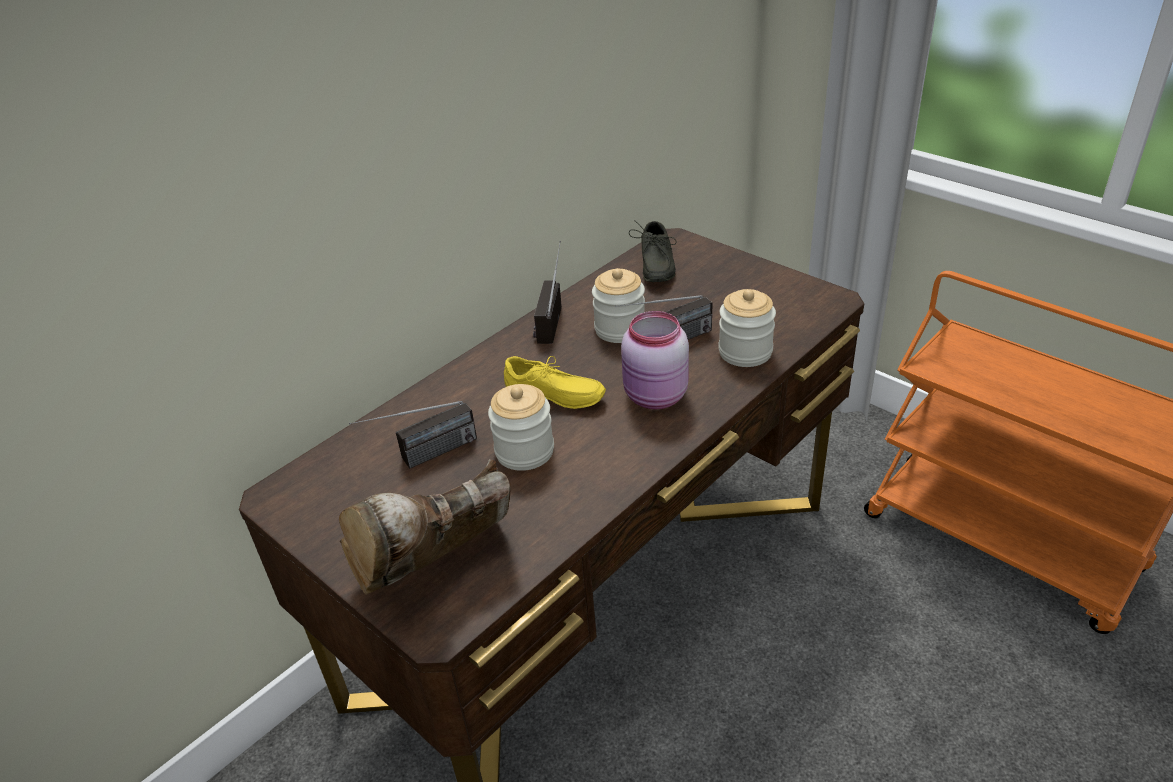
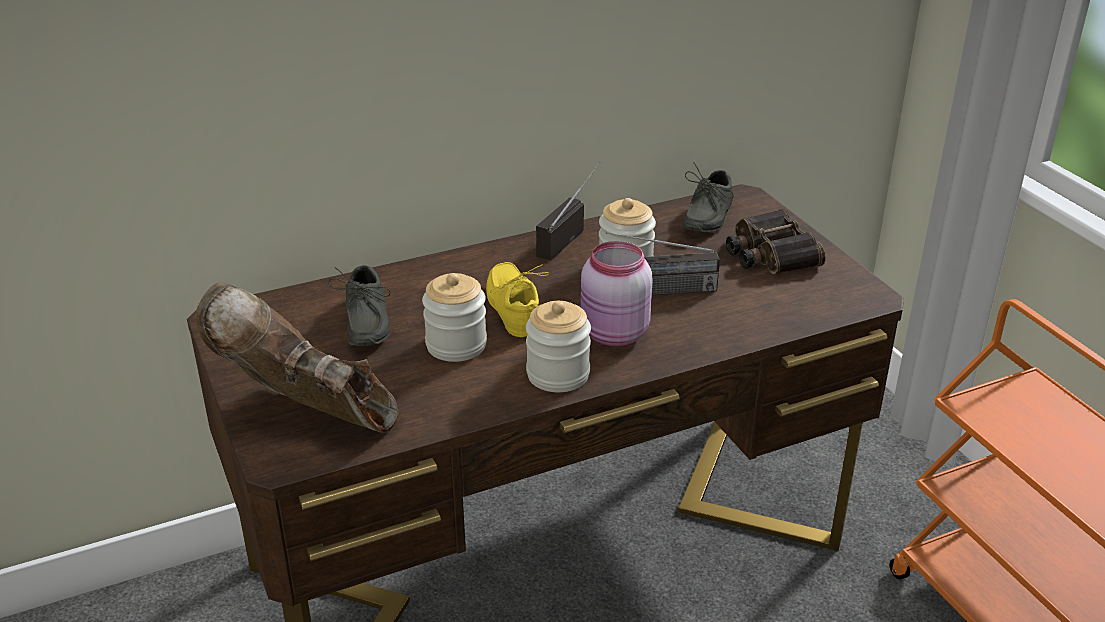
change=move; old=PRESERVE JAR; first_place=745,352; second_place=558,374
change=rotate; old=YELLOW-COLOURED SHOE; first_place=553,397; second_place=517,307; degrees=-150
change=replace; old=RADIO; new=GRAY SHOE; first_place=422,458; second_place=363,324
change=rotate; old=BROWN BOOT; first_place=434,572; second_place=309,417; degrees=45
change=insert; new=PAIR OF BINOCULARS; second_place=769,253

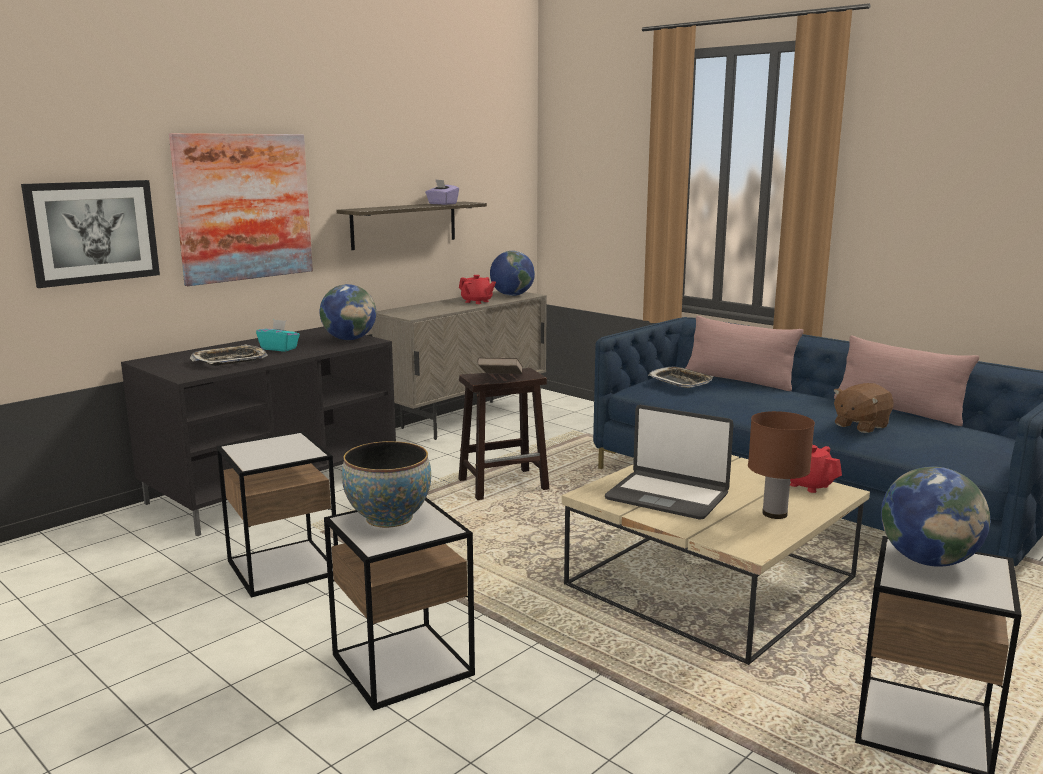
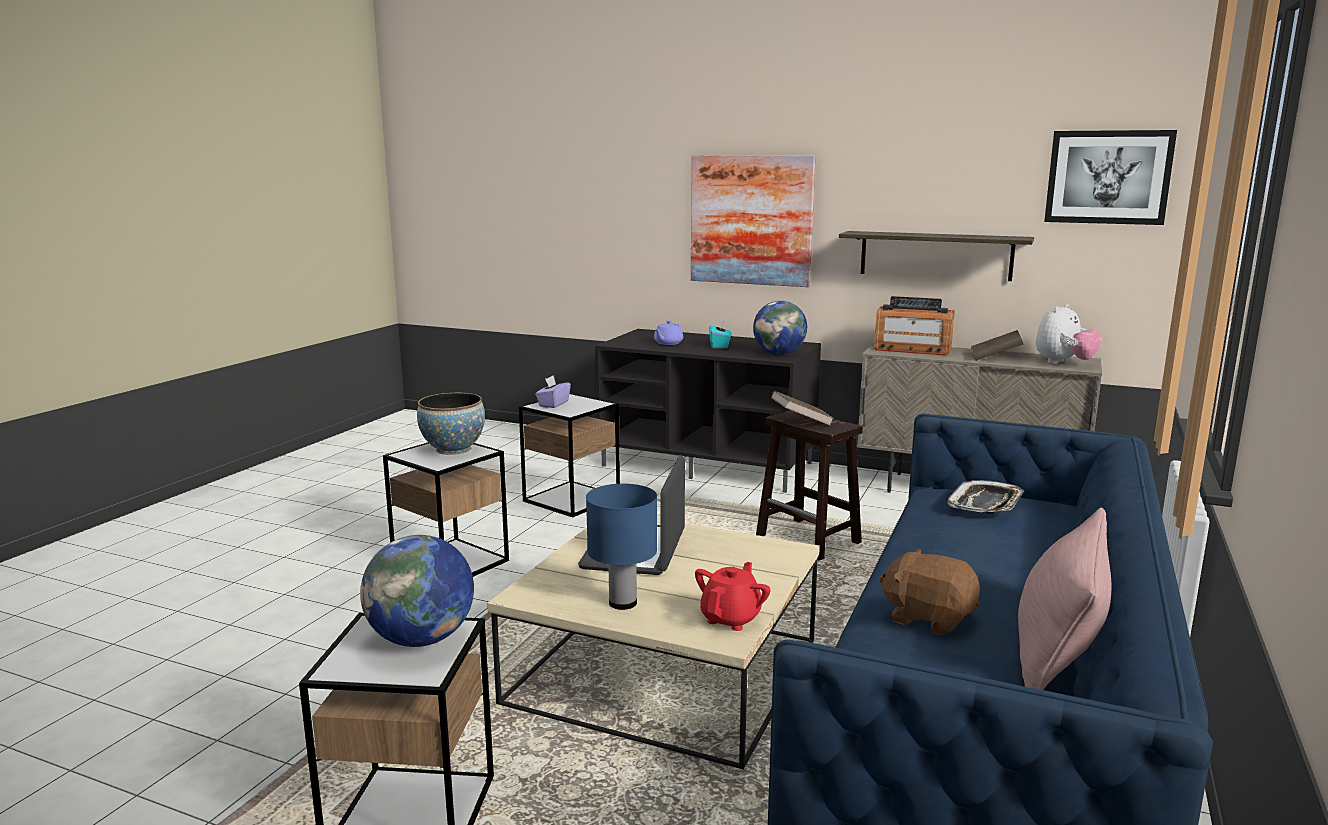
change=move; old=PURPLISH TISSUE HOLDER; first_place=442,204; second_place=553,404
change=move; old=PICTURE; first_place=93,232; second_place=1108,177
change=replace; old=DESK GLOBE; new=CUDDLY TOY; first_place=512,295; second_place=1063,363
change=replace; old=REDDISH TEA POT; new=BROWN BOOK; first_place=477,302; second_place=995,358
change=delete; old=PINKISH PILLOW; first_place=739,380
change=replace; old=TRAY; new=PURPLISH TEA POT; first_place=230,360; second_place=668,343
change=recolor; old=BROWN LAMP FOR A TABLE; new=BLUISH LAMP FOR A TABLE; first_place=774,514; second_place=622,602
change=insert; new=RADIO; second_place=912,349

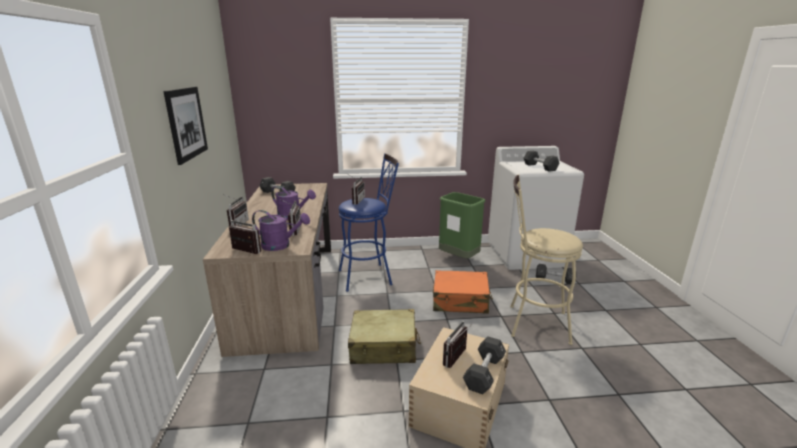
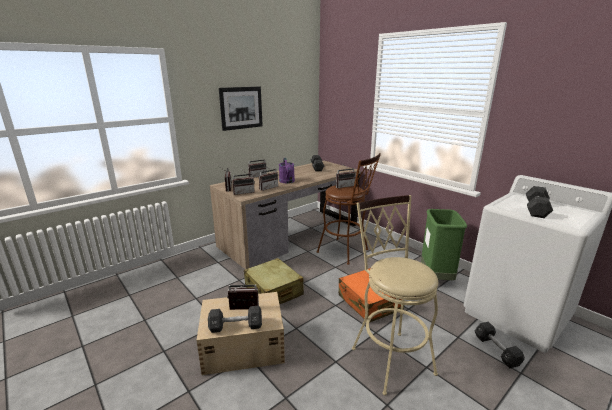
change=recolor; old=BLUISH STOOL; new=BROWN STOOL; first_place=370,276; second_place=346,252
change=replace; old=PURPLISH SPRINKLING CAN; new=RADIO; first_place=281,246; second_place=243,192

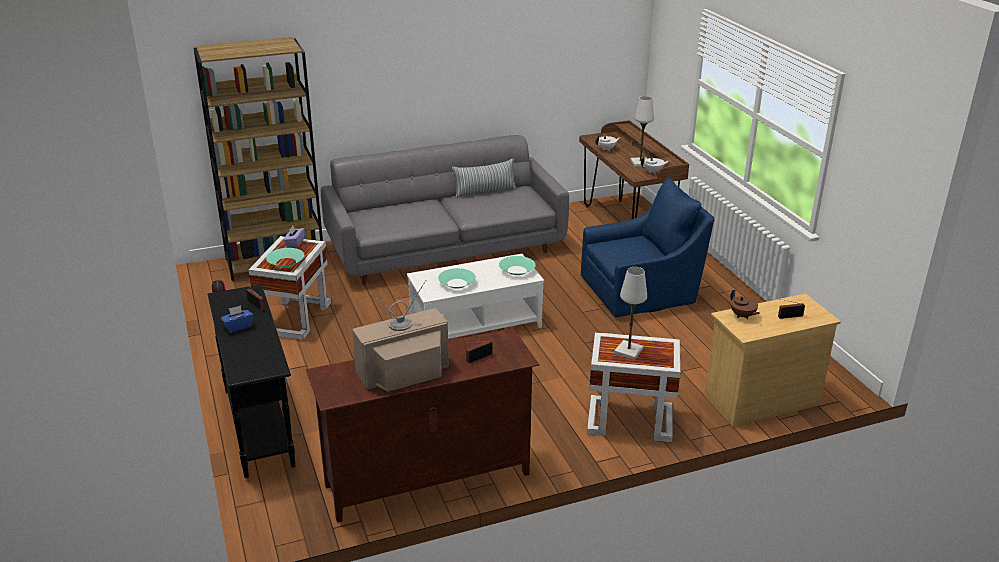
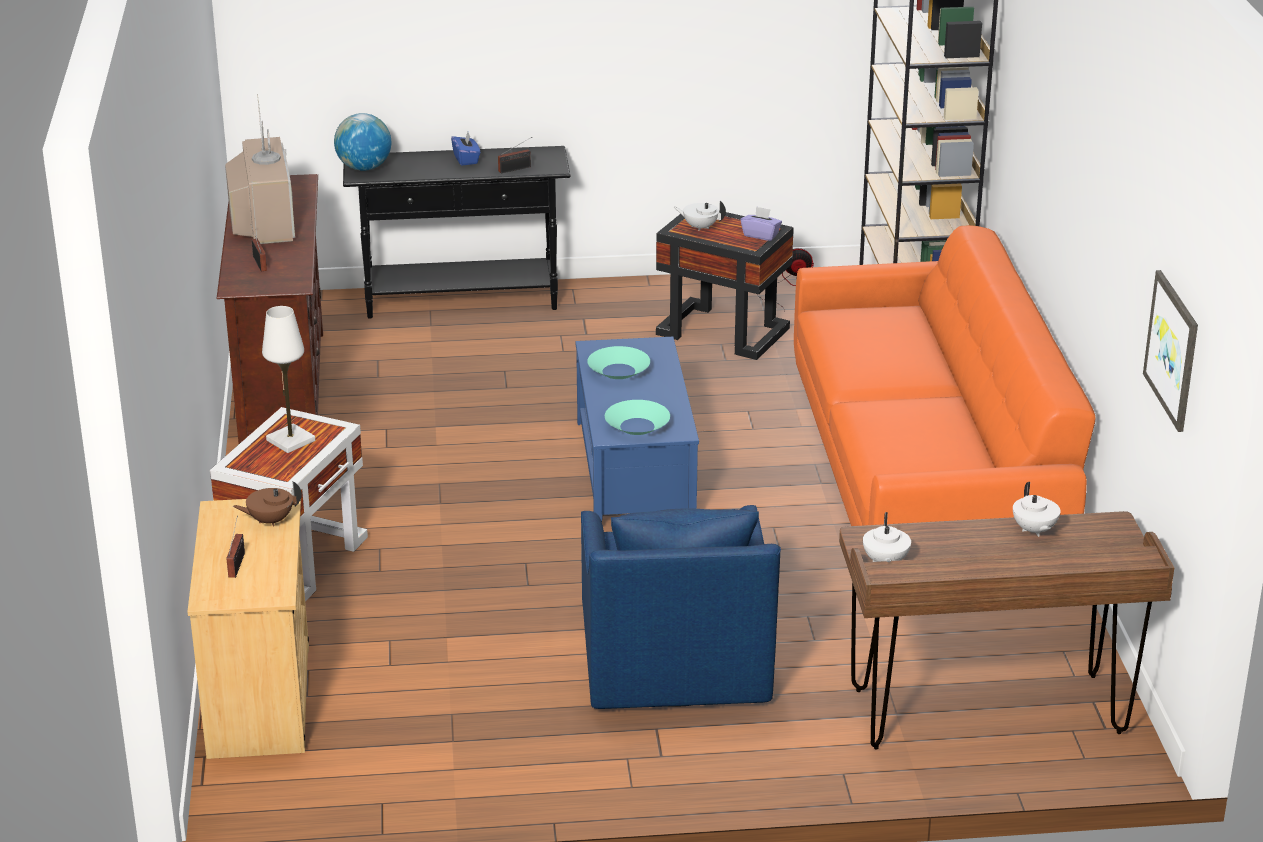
change=delete; old=WHITE LAMP FOR A TABLE; first_place=640,163
change=recolor; old=GRAY SETTEE; new=ORANGEY SETTEE; first_place=445,247; second_place=925,476
change=delete; old=PILLOW; first_place=484,191
change=recolor; old=WHITE SIDE TABLE; new=BLACKISH SIDE TABLE; first_place=294,318; second_place=721,331
change=replace; old=BLUE-GREEN BOWL; new=WHITE TEA POT; first_place=285,262; second_place=700,227
change=recolor; old=WHITE LOUNGE TABLE; new=BLUISH LOUNGE TABLE; first_place=475,323; second_place=636,471
change=insert; new=DESK GLOBE; second_place=364,168
change=insert; new=PICTURE; second_place=1173,350

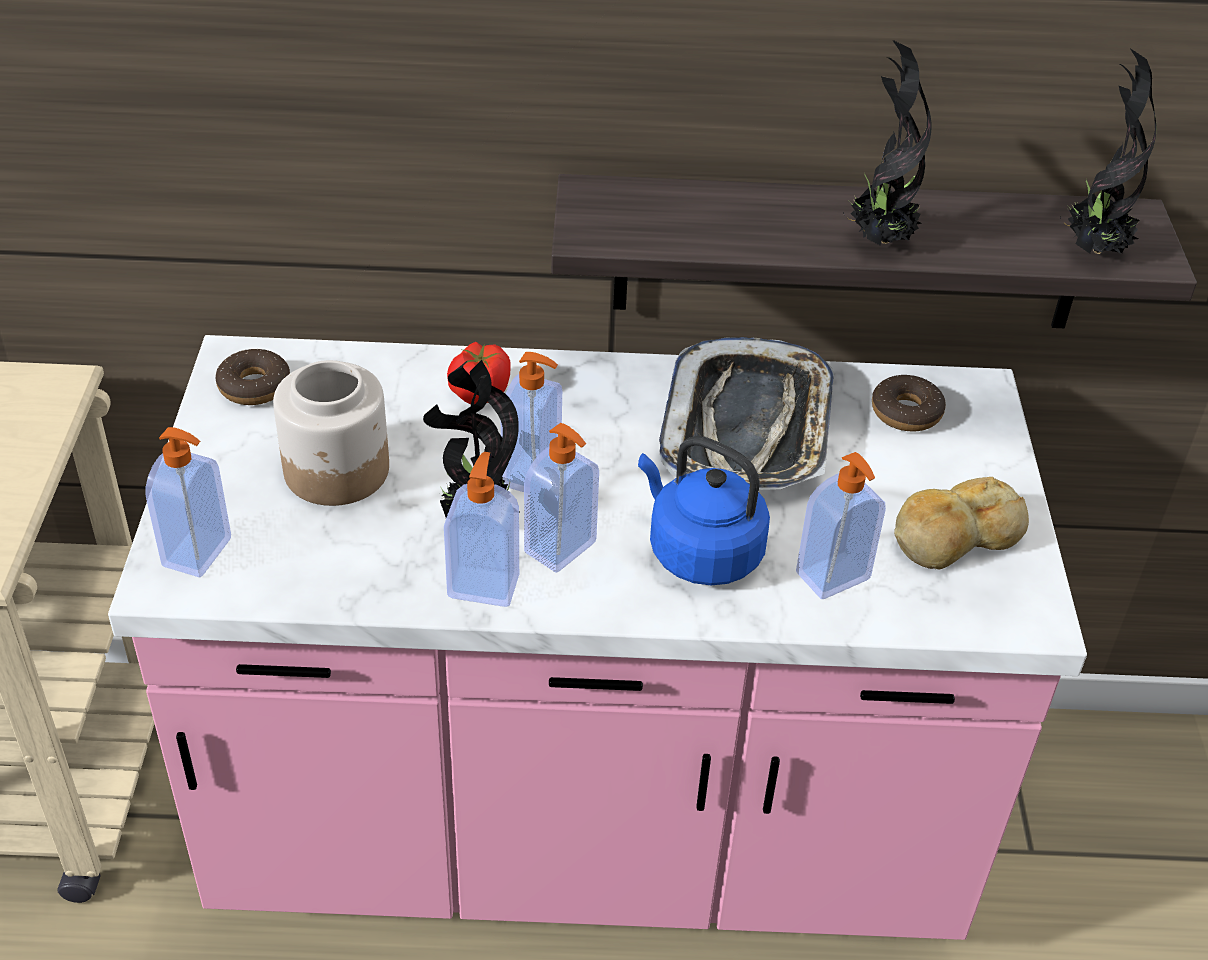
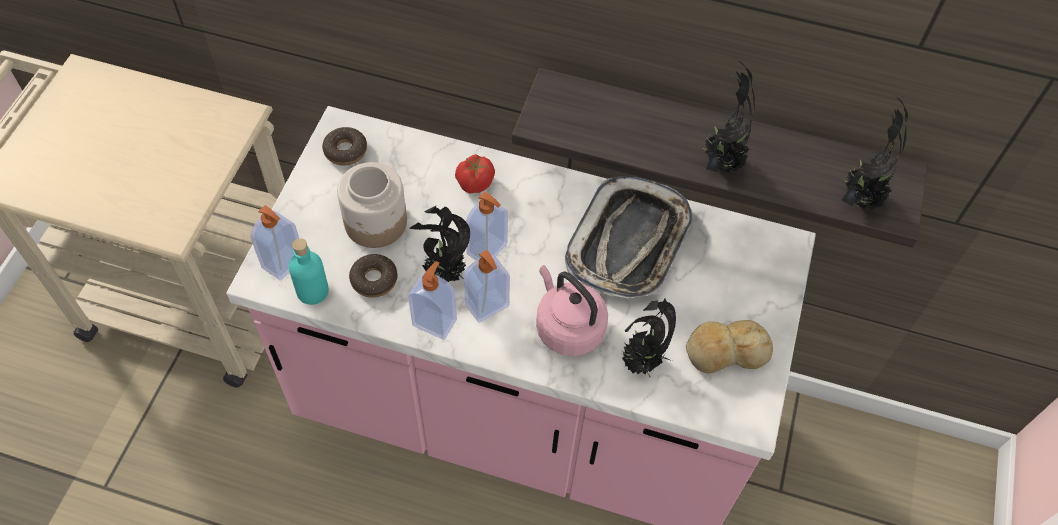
change=move; old=RING DOUGHNUT; first_place=906,412; second_place=374,279
change=recolor; old=BLUISH WATER KETTLE; new=PINKISH WATER KETTLE; first_place=700,552; second_place=567,327
change=replace; old=LIQUID SOAP BOTTLE; new=POTTED PLANT; first_place=834,578; second_place=641,363
change=insert; new=BLUE-GREEN DRINK BOTTLE; second_place=312,291

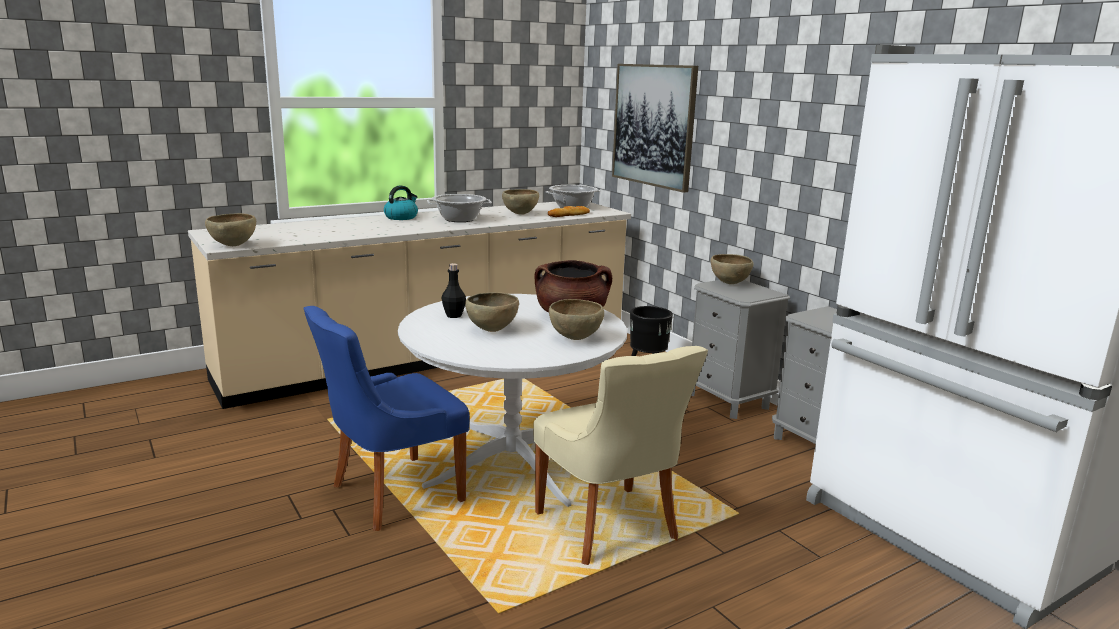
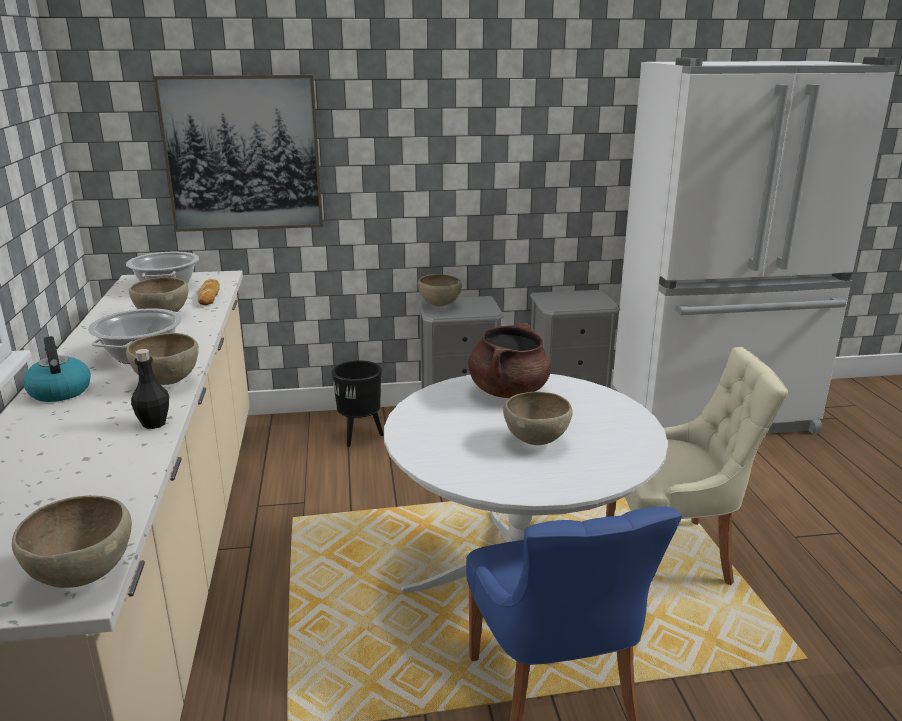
change=move; old=BLACKISH DRINK BOTTLE; first_place=454,315; second_place=154,423
change=move; old=BROWN BOWL; first_place=575,338; second_place=167,383

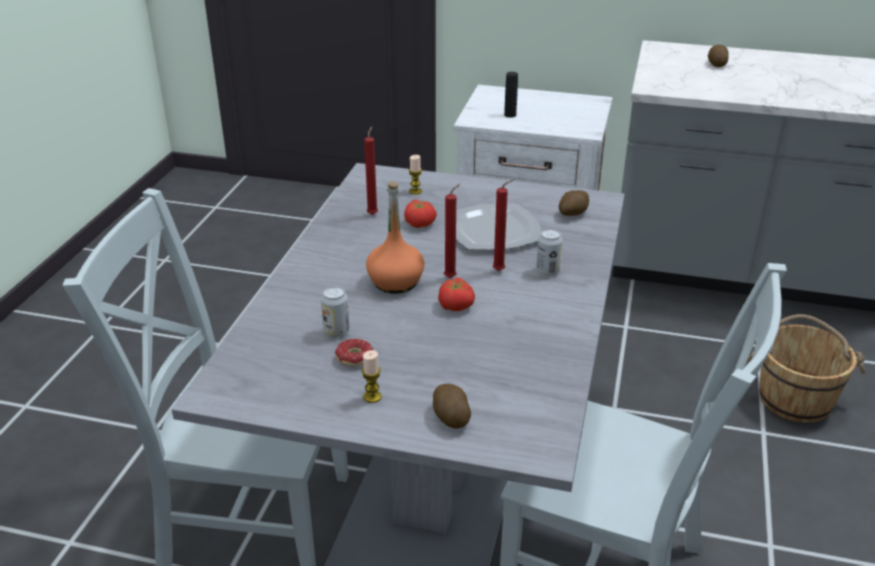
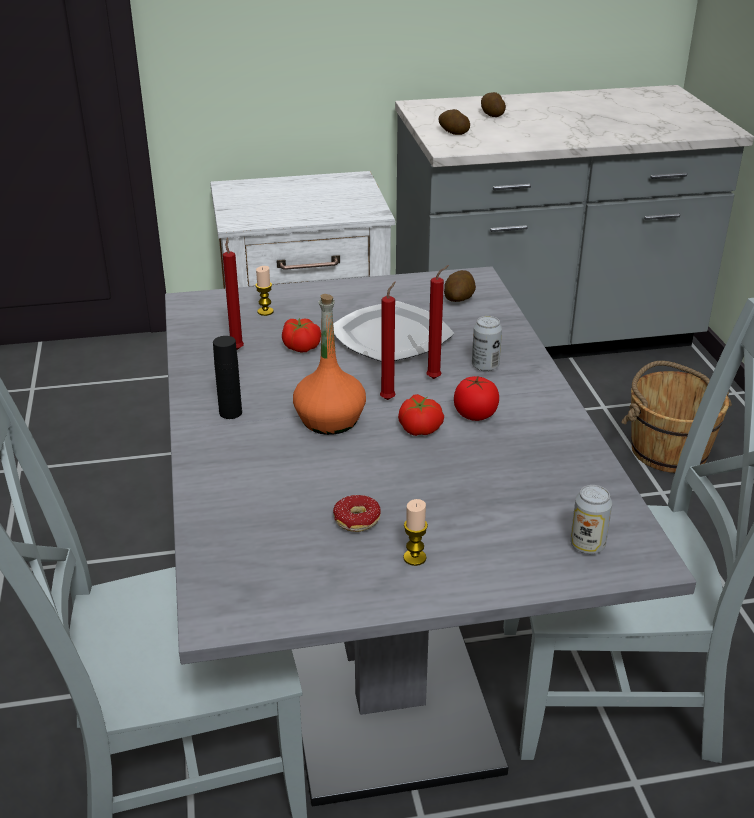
change=move; old=BLACKISH DRINK BOTTLE; first_place=510,115; second_place=230,412
change=move; old=CAN; first_place=336,331; second_place=587,545
change=move; old=SPUD; first_place=450,417; second_place=453,132
change=insert; new=TOMATO; second_place=475,414

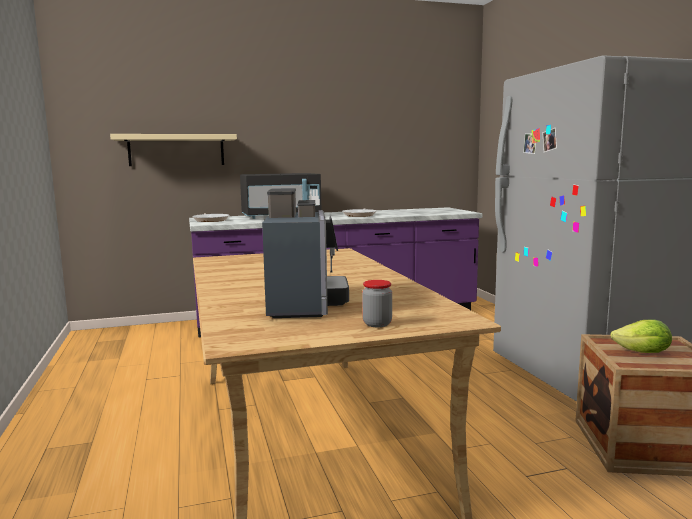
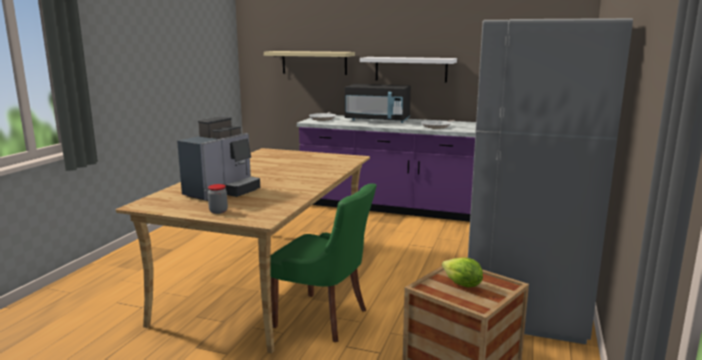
change=insert; new=WHITE BRACKET SHELF; second_place=411,69
change=insert; new=GREEN-COLOURED CHAIR; second_place=323,318

